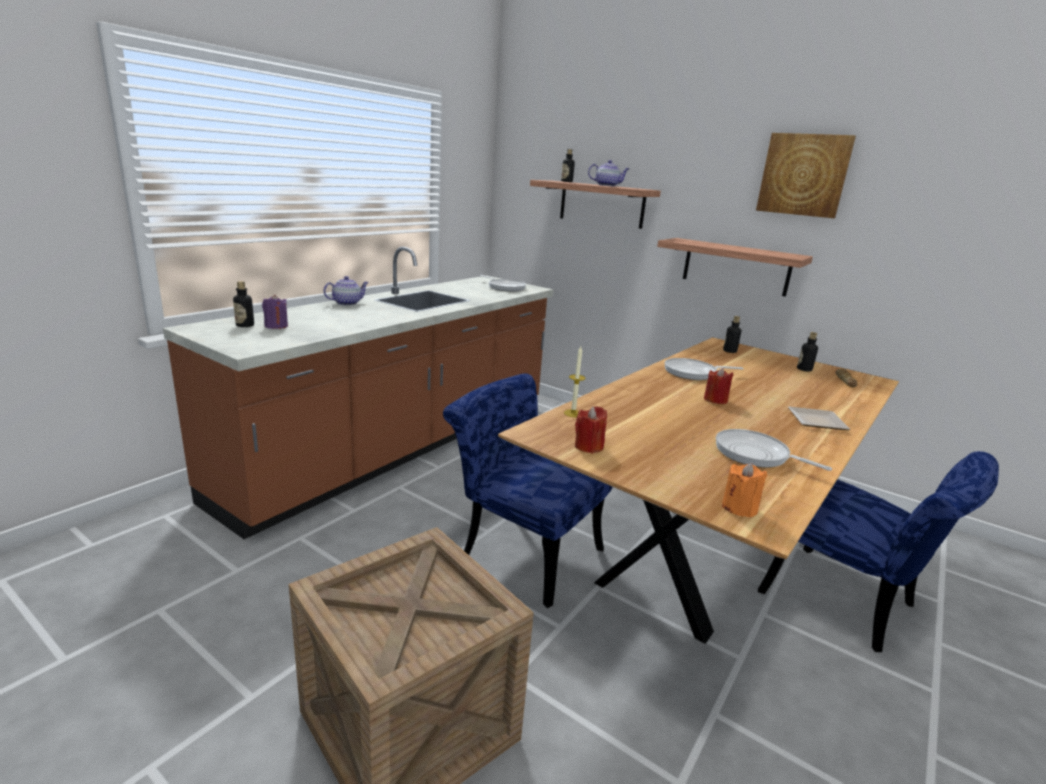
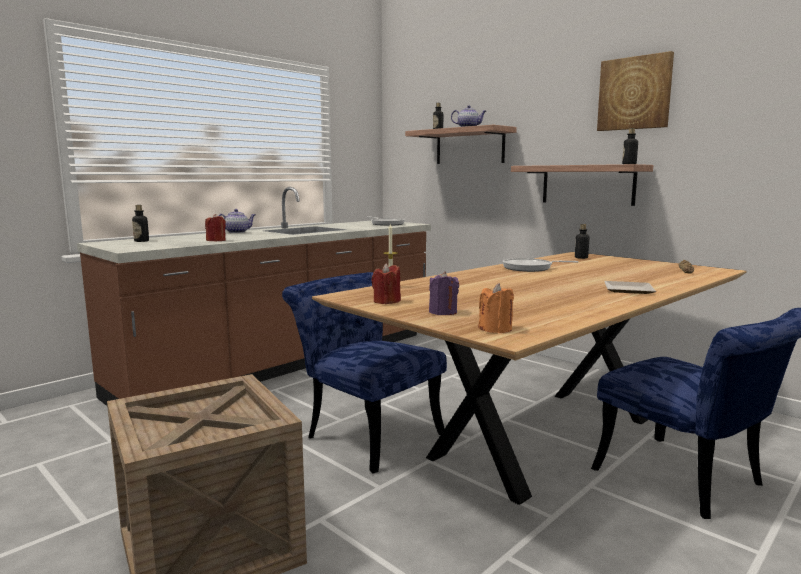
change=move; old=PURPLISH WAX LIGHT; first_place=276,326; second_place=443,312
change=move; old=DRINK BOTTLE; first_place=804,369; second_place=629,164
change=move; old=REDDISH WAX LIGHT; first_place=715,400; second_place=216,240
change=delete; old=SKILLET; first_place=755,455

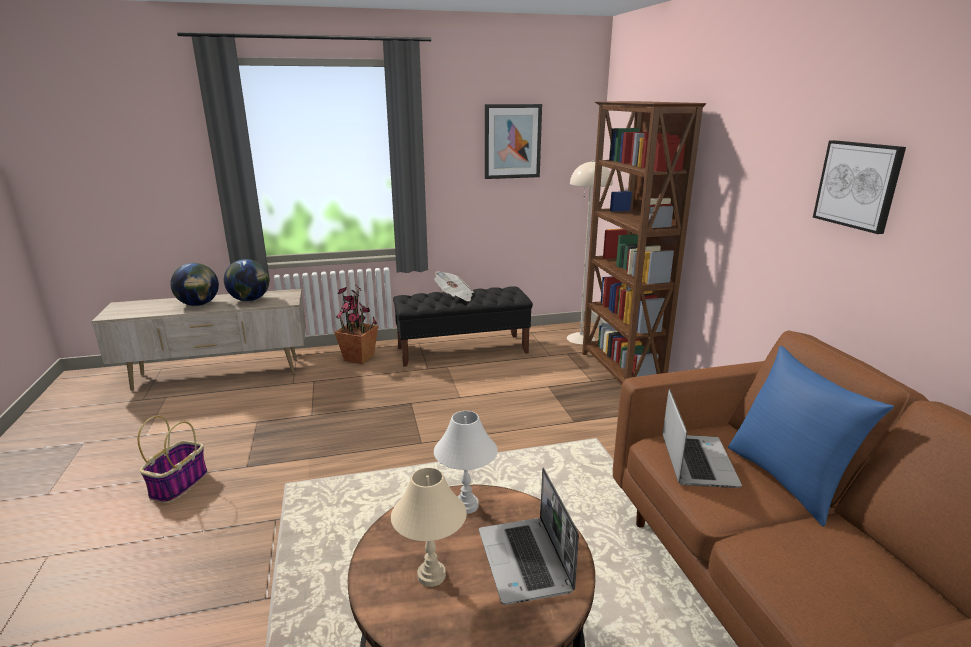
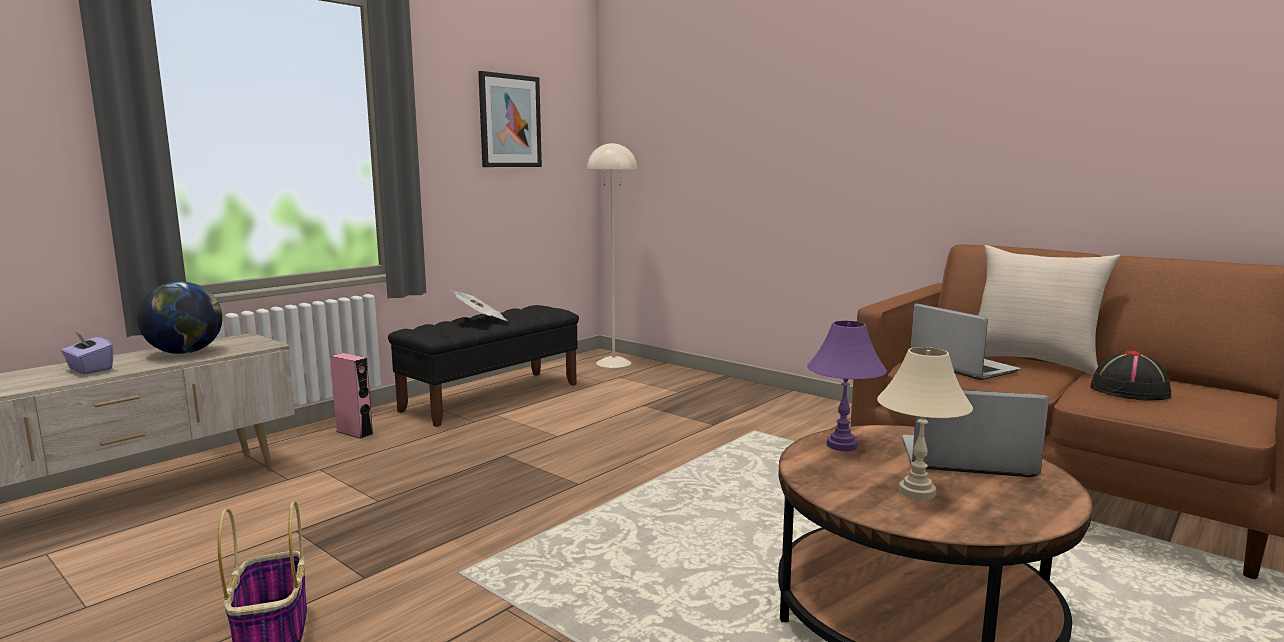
change=delete; old=BROWN BOOKSHELF; first_place=620,372
change=delete; old=PICTURE; first_place=858,185
change=replace; old=DESK GLOBE; new=PURPLISH TISSUE HOLDER; first_place=199,304; second_place=89,369
change=replace; old=POTTED PLANT; new=PINKISH LOUDSPEAKER; first_place=359,358; second_place=354,433
change=recolor; old=BLUISH PILLOW; new=SAND-COLOURED PILLOW; first_place=787,480; second_place=1032,362
change=recolor; old=WHITE LAMP FOR A TABLE; new=PURPLISH LAMP FOR A TABLE; first_place=466,505; second_place=841,445
change=rotate; old=NOTEBOOK COMPUTER; first_place=526,562; second_place=964,459; degrees=150
change=insert; new=BLACKISH WEARABLE HAT; second_place=1130,391

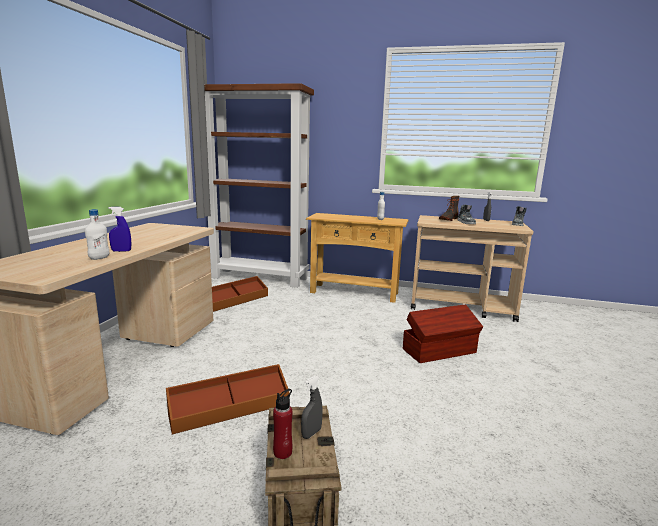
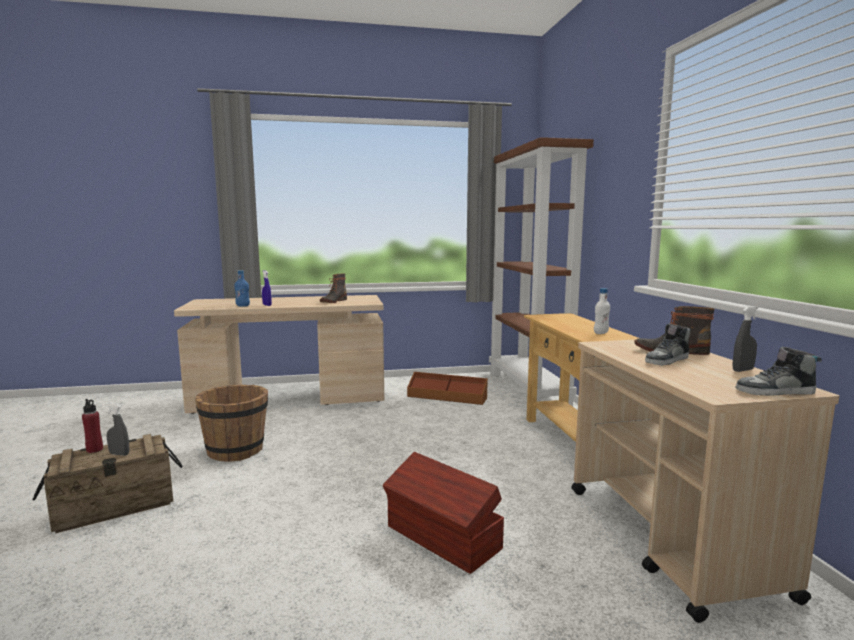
change=recolor; old=WHITE DRINK BOTTLE; new=BLUISH DRINK BOTTLE; first_place=99,258; second_place=243,306
change=replace; old=BROWN STORAGE CONTAINER; new=BROWN PAIL; first_place=230,408; second_place=236,450
change=insert; new=BOOT; second_place=333,301

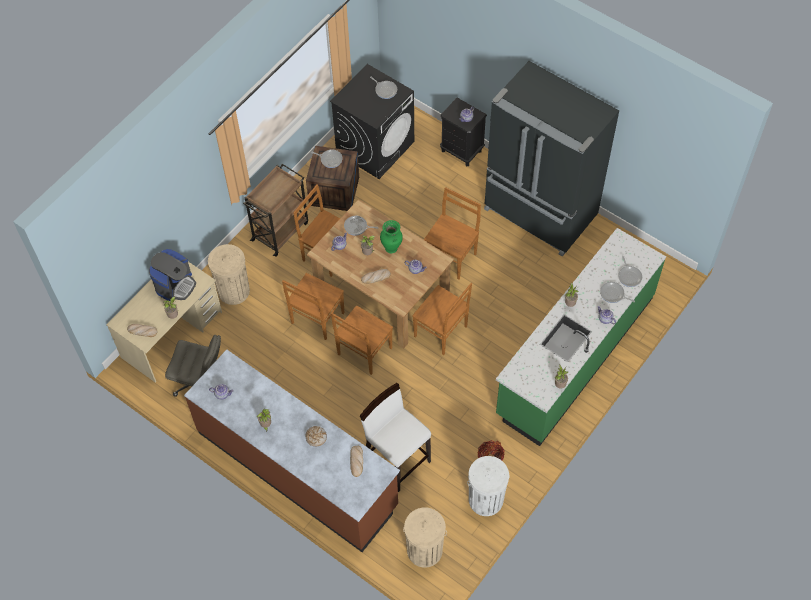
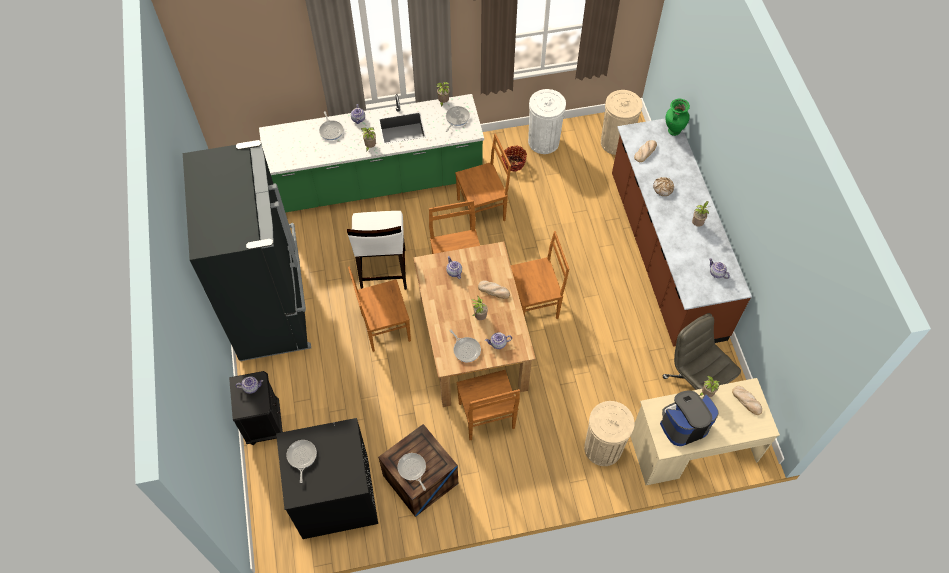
change=delete; old=BROWN TROLLEY; first_place=280,230
change=move; old=GREEN-COLOURED DECORATIVE VASE; first_place=391,248; second_place=673,131
change=move; old=SKILLET; first_place=629,276; second_place=456,118
change=move; old=BROWN CHAIR; first_place=316,319; second_place=482,209
change=move; old=WHITE STOOL; first_place=397,460; second_place=383,270

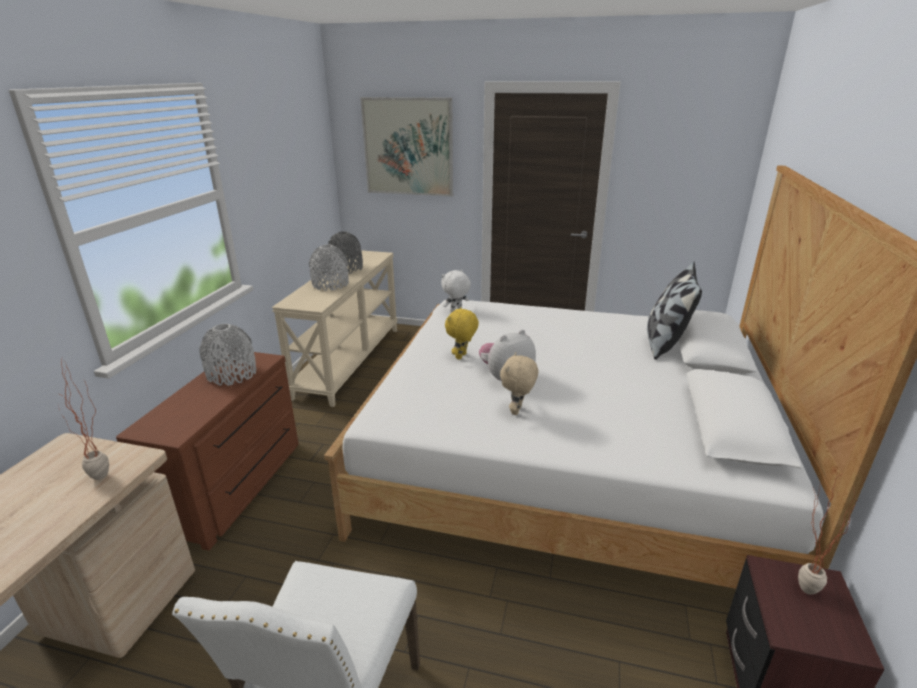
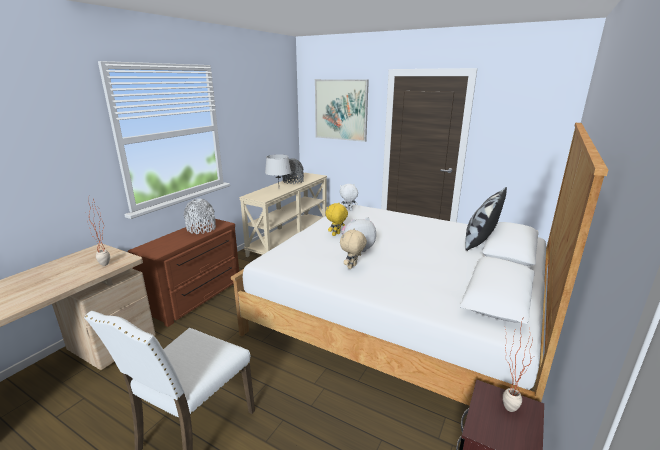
change=replace; old=GRAY DECORATIVE VASE; new=GRAY LAMP FOR A TABLE; first_place=330,284; second_place=279,189

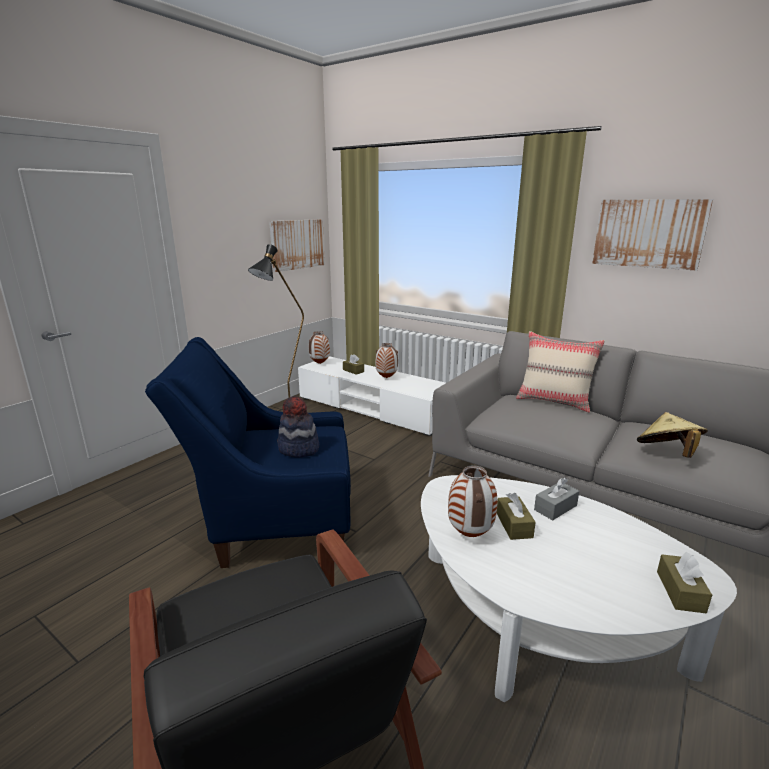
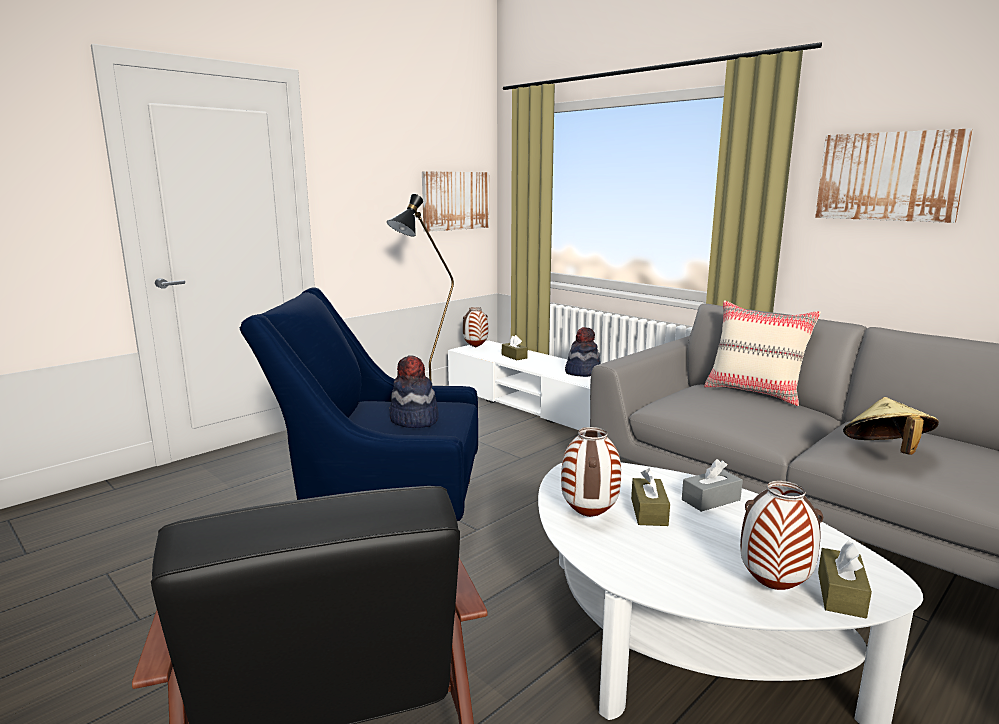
change=move; old=DECORATIVE VASE; first_place=386,378; second_place=772,588
change=insert; new=WEARABLE HAT; second_place=582,372

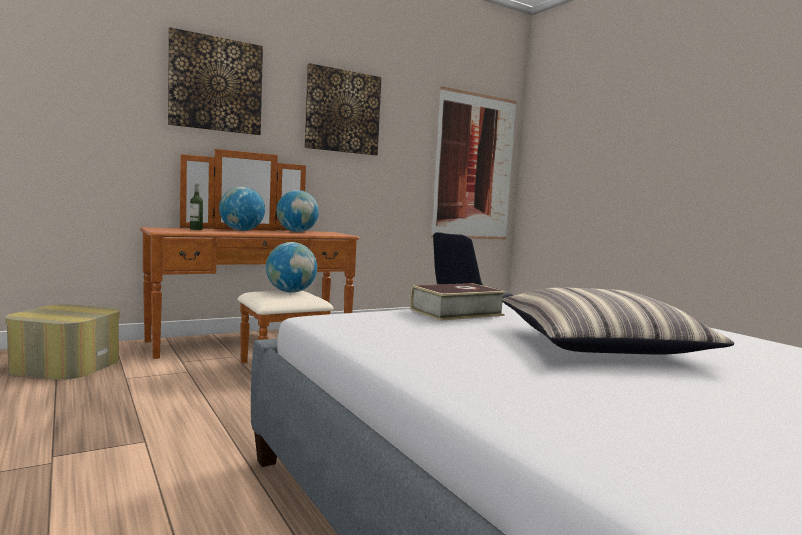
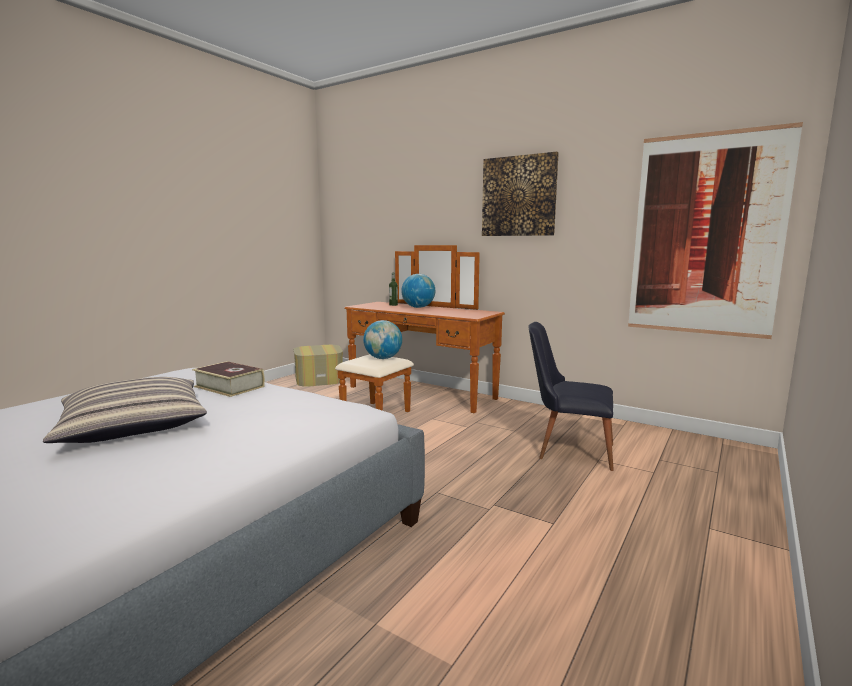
change=delete; old=PICTURE; first_place=216,84
change=delete; old=DESK GLOBE; first_place=297,231

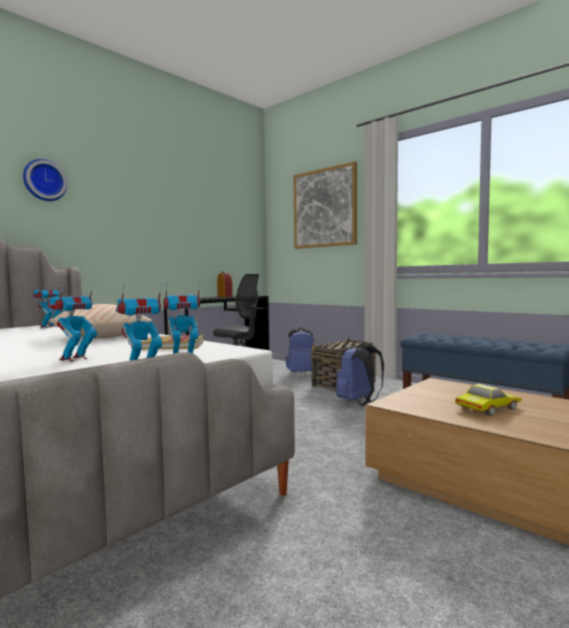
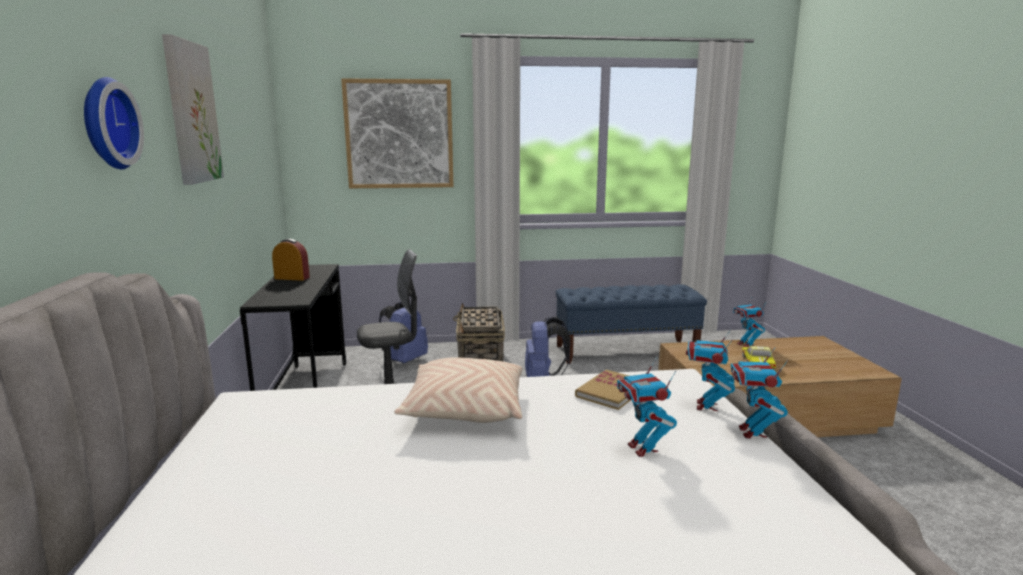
change=move; old=TOY ROBOT; first_place=48,327; second_place=746,345
change=insert; new=PICTURE; second_place=191,113

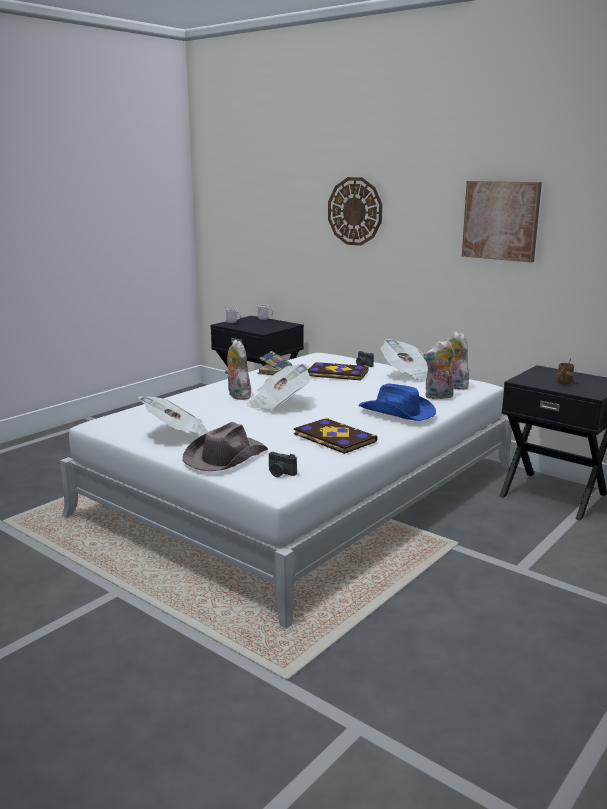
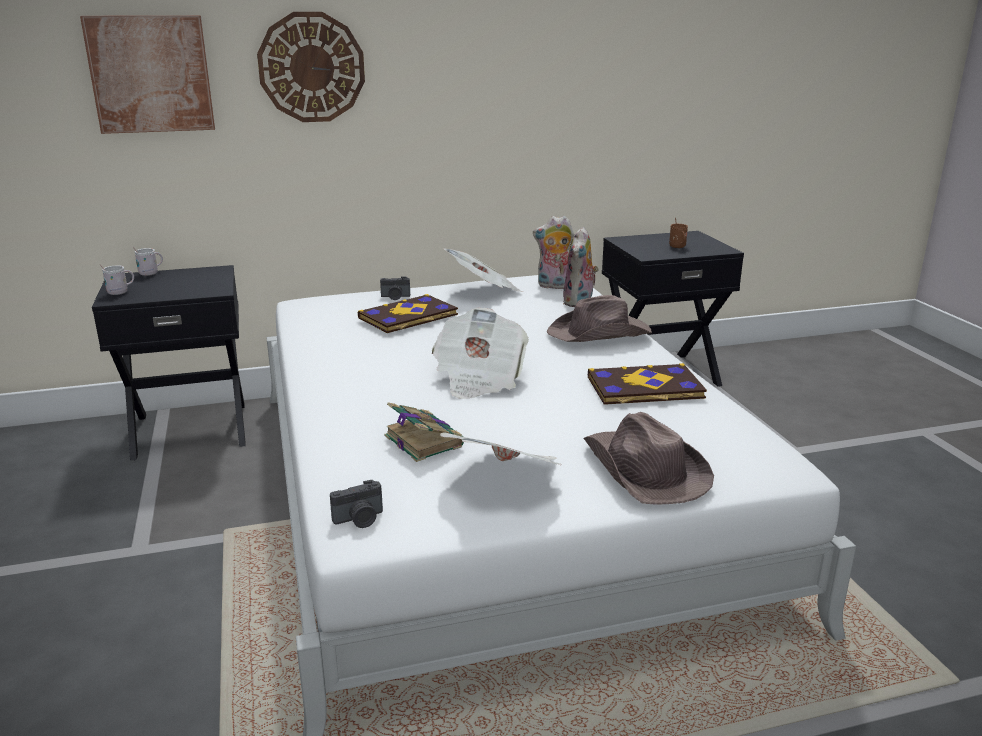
change=move; old=PICTURE; first_place=501,220; second_place=151,74
change=delete; old=CUDDLY TOY; first_place=237,396
change=move; old=BOOK; first_place=275,371; second_place=422,440
change=recolor; old=BLUISH WEARABLE HAT; new=BROWN WEARABLE HAT; first_place=397,412; second_place=600,333
change=move; old=PHOTO CAMERA; first_place=280,473; second_place=360,519

